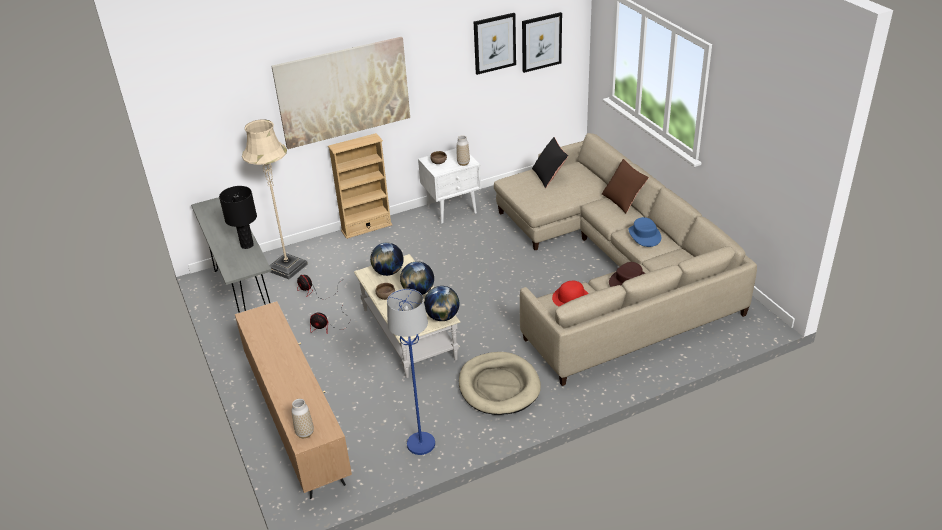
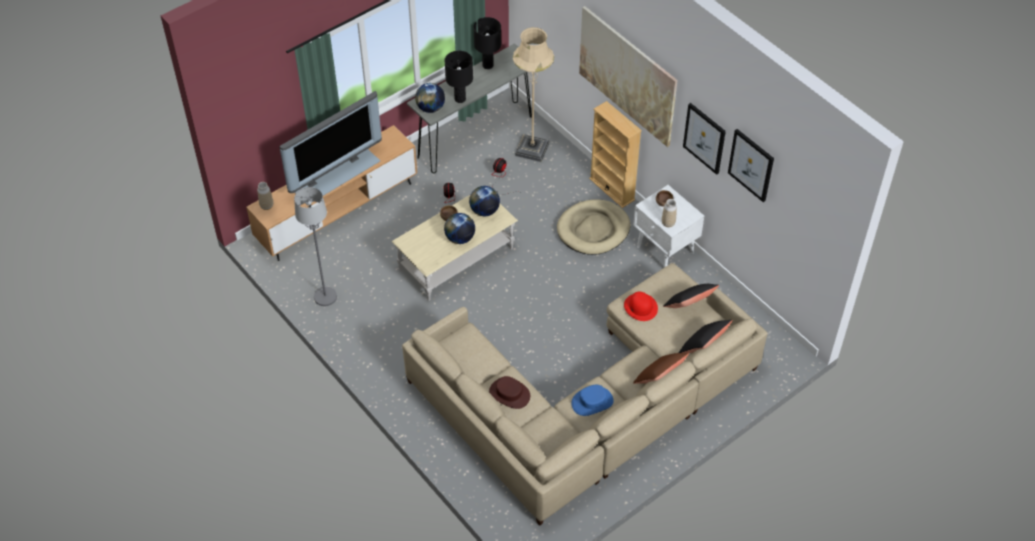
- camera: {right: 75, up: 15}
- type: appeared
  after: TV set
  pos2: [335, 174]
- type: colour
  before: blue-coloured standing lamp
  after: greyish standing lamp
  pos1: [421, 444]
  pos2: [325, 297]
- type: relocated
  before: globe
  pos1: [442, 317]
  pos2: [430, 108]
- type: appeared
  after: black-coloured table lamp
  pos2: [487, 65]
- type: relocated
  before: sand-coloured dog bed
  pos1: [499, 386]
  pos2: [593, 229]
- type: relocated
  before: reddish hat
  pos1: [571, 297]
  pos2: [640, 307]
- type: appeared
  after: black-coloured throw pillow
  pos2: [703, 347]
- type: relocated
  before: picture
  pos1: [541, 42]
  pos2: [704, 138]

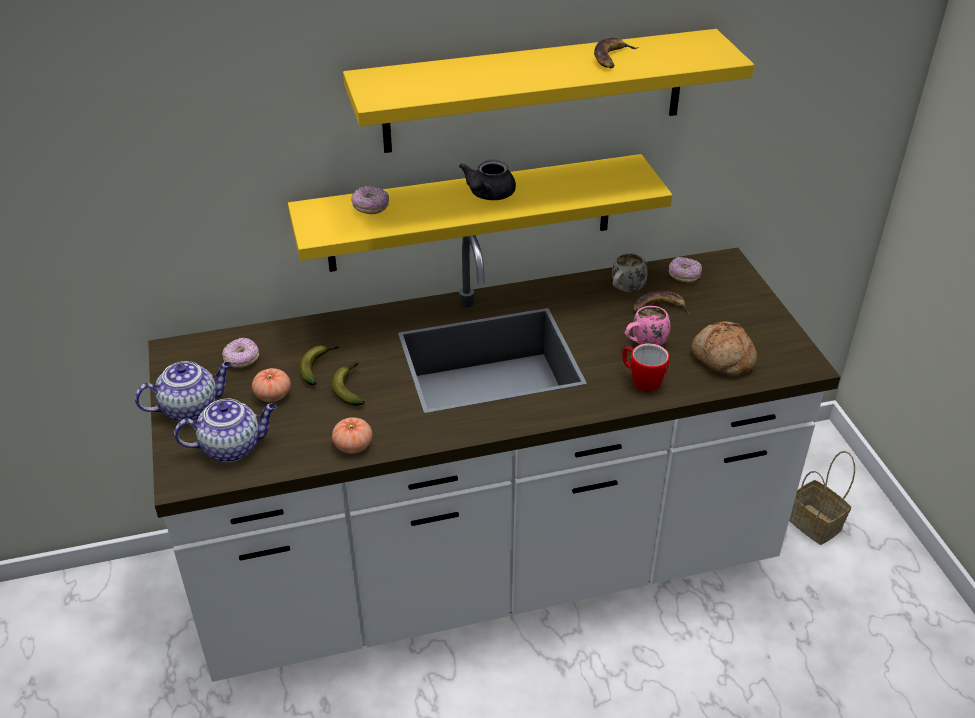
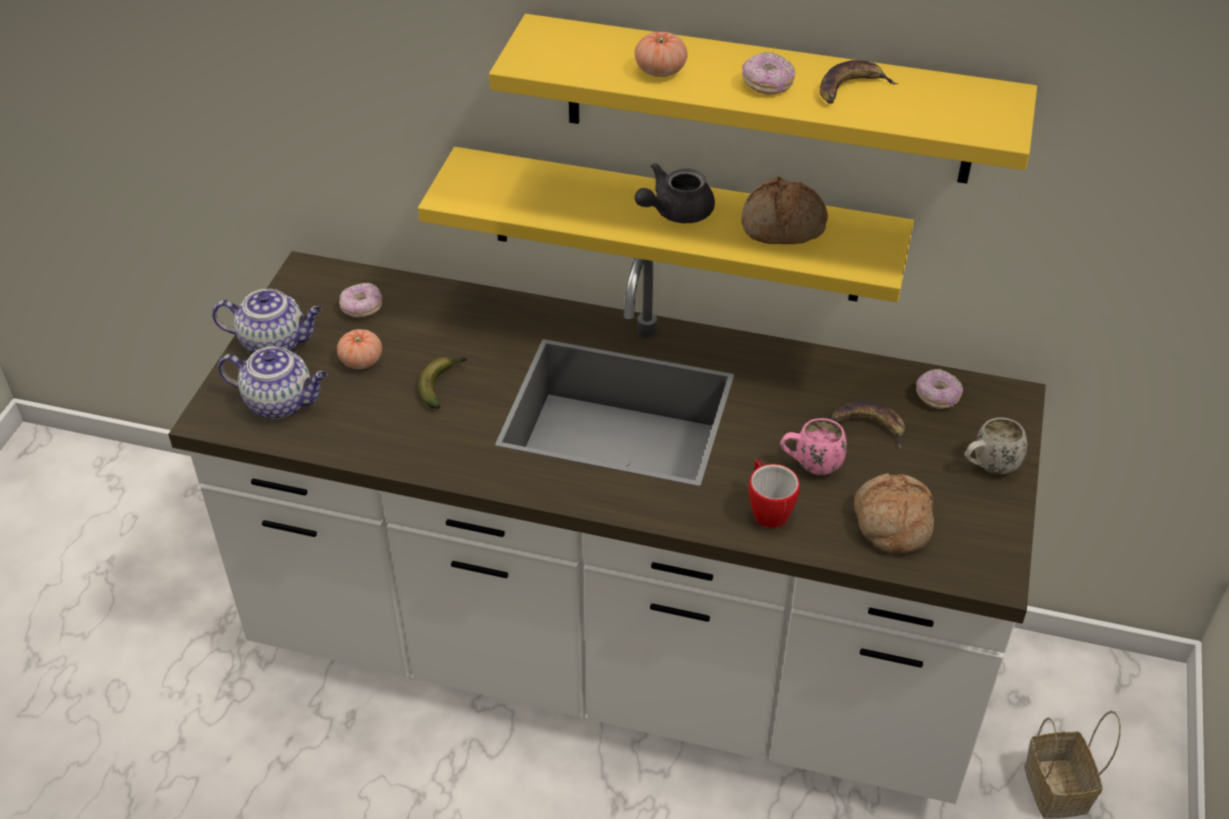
- camera: {right: 30, up: 5}
- type: relocated
  before: fresh tomato
  pos1: [353, 445]
  pos2: [660, 70]
- type: appeared
  after: bakery bread
  pos2: [782, 227]
- type: relocated
  before: doughnut
  pos1: [370, 208]
  pos2: [767, 85]
- type: relocated
  before: white coffee mug
  pos1: [625, 290]
  pos2: [989, 466]
- type: missing
  before: whole banana
  pos1: [319, 367]

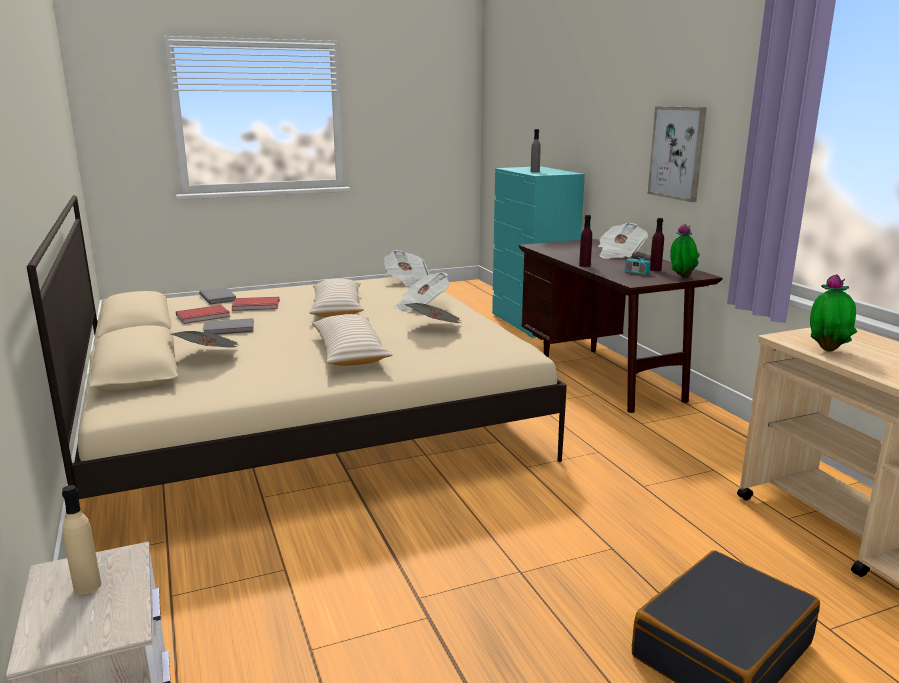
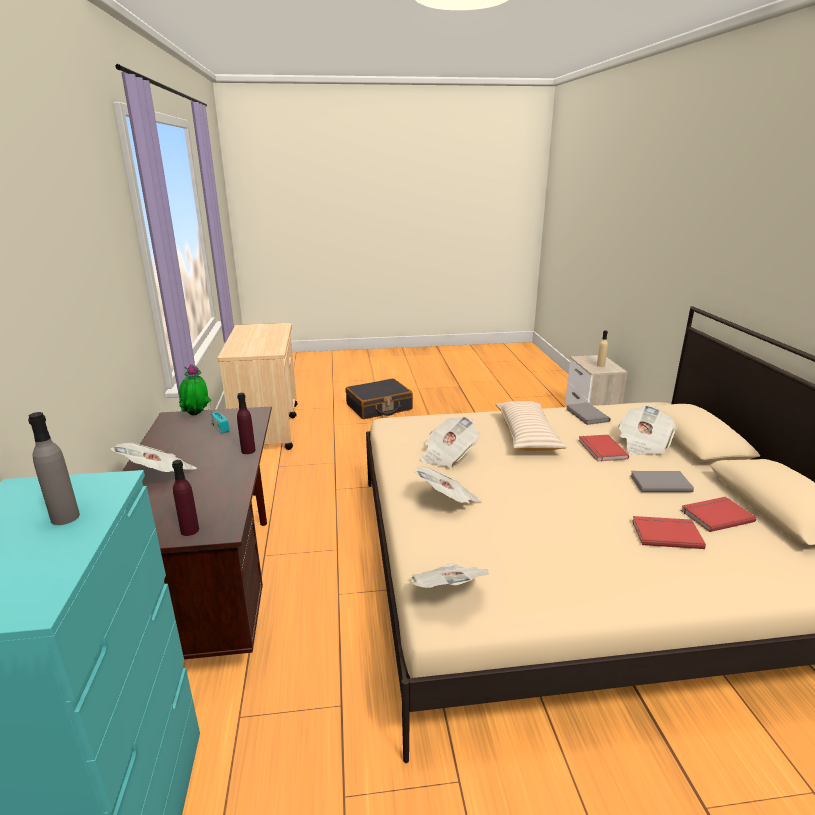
- camera: {right: -165, up: 5}
- type: relocated
  before: purple-coloured drink bottle
  pos1: [655, 270]
  pos2: [190, 530]
- type: relocated
  before: greyish volume
  pos1: [219, 297]
  pos2: [586, 415]
- type: appeared
  after: reddish volume
  pos2: [601, 450]
- type: missing
  before: sand-coloured throw pillow
  pos1: [337, 309]
- type: missing
  before: picture
  pos1: [677, 153]
- type: missing
  before: potted plant
  pos1: [827, 349]

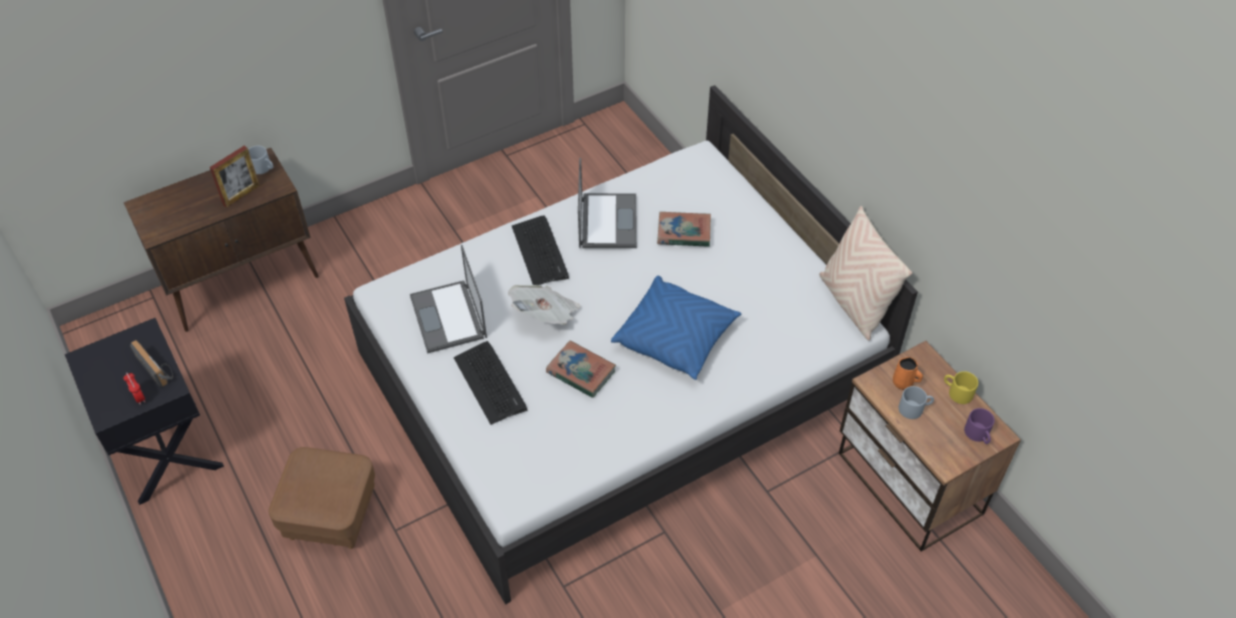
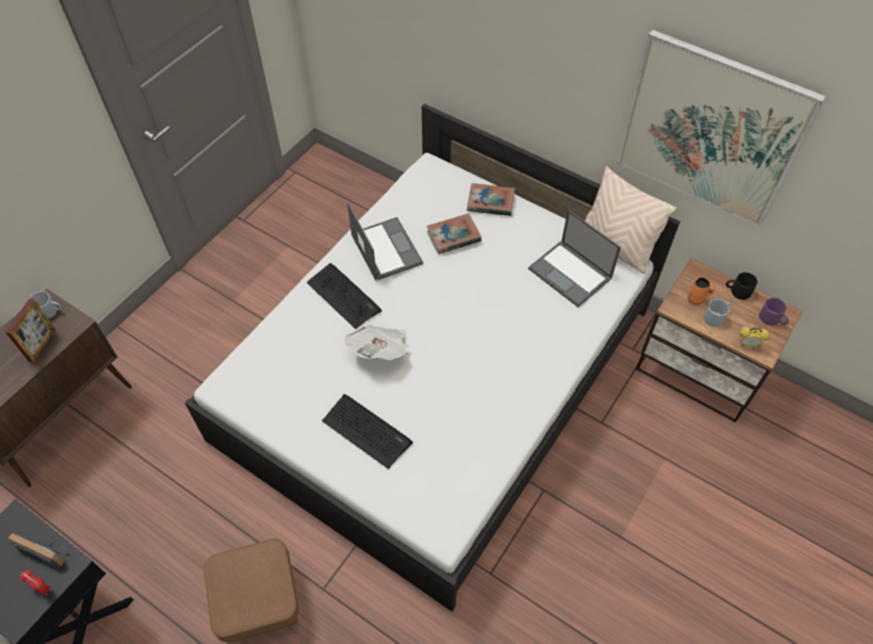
- camera: {right: -25, up: 5}
- type: relocated
  before: volume
  pos1: [581, 372]
  pos2: [490, 202]
- type: relocated
  before: notebook computer
  pos1: [449, 317]
  pos2: [571, 274]
- type: appeared
  after: picture
  pos2: [710, 130]
- type: colour
  before: yellow coffee mug
  after: black-coloured coffee mug
  pos1: [956, 392]
  pos2: [737, 291]
- type: appeared
  after: alarm clock
  pos2: [747, 345]
- type: missing
  before: blue-coloured throw pillow
  pos1: [675, 338]

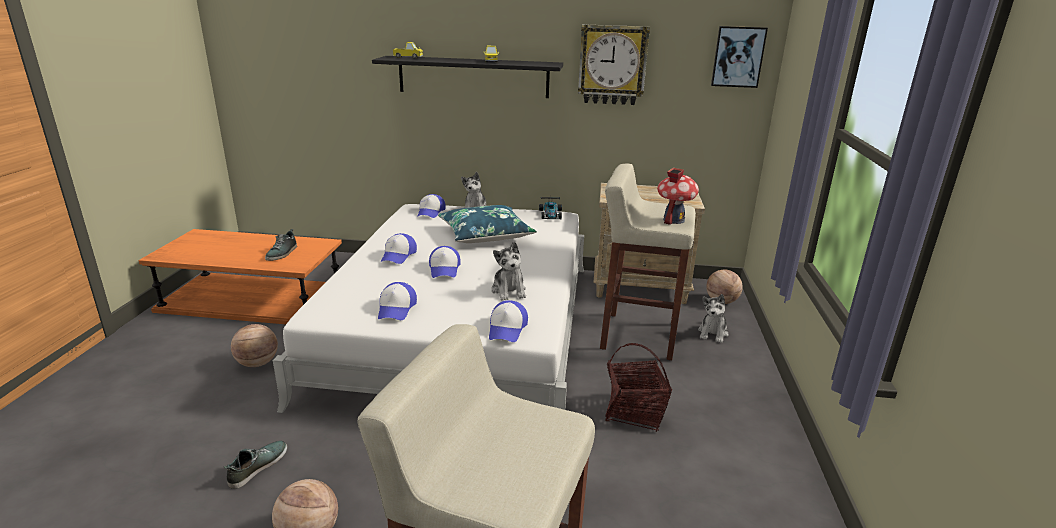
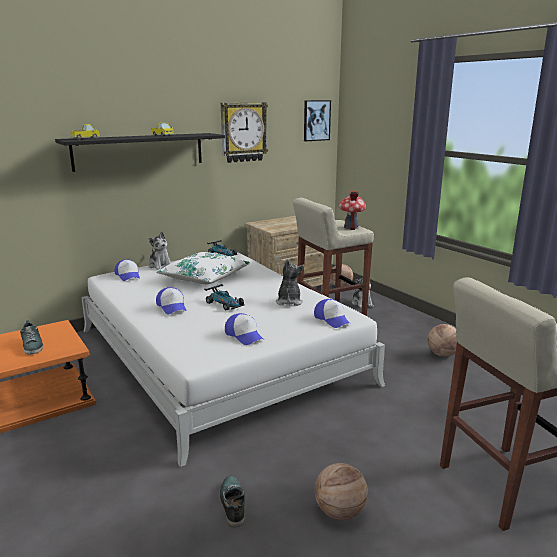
- camera: {right: -40, up: -5}
- type: colour
  before: blue-coloured throw pillow
  after: white throw pillow
  pos1: [485, 235]
  pos2: [204, 277]
- type: exchanged
  before: baseball cap
  after: model car
  pos1: [444, 269]
  pos2: [225, 303]
- type: spun
  before: plush toy
  pos1: [509, 291]
  pos2: [289, 301]
  turn: -120
- type: relocated
  before: ball for basketball
  pos1: [257, 363]
  pos2: [442, 354]
- type: missing
  before: household basket
  pos1: [634, 412]

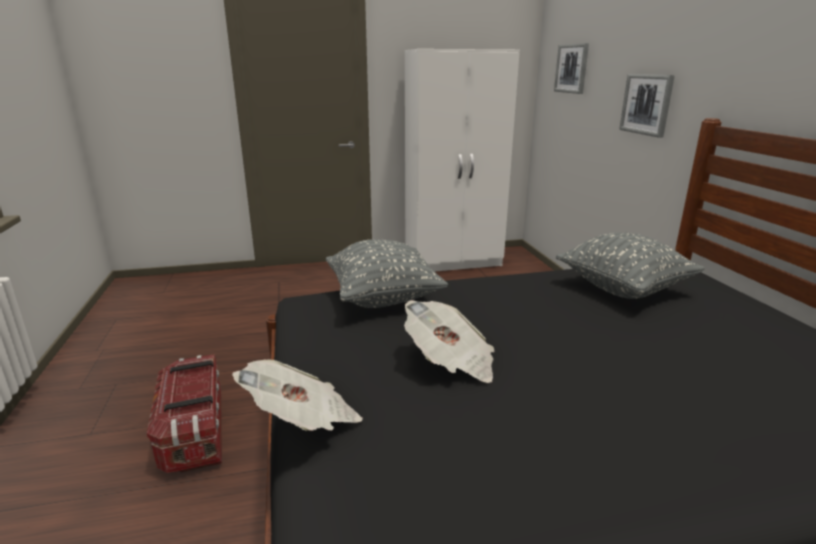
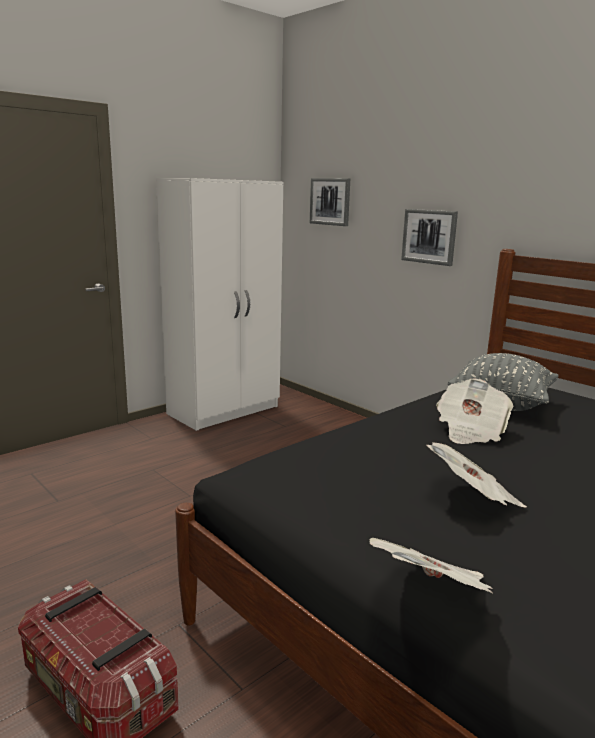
- camera: {right: -30, up: -5}
- type: appeared
  after: daily paper
  pos2: [470, 431]
- type: missing
  before: greyish throw pillow
  pos1: [383, 298]

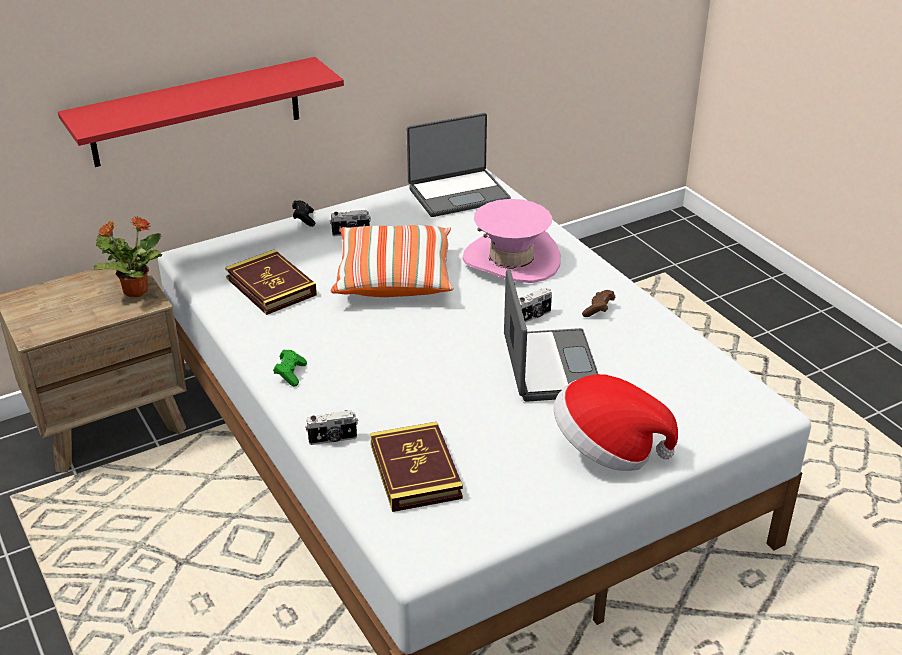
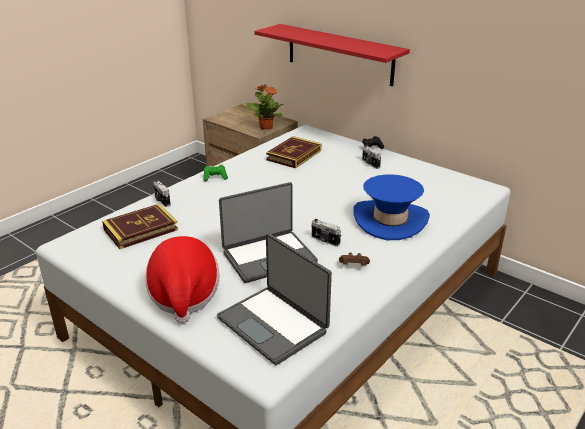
- camera: {right: 70, up: -5}
- type: relocated
  before: notebook computer
  pos1: [458, 194]
  pos2: [274, 324]
- type: colour
  before: pinkish hat
  after: blue-coloured hat
  pos1: [511, 260]
  pos2: [390, 220]
- type: missing
  before: throw pillow
  pos1: [393, 277]

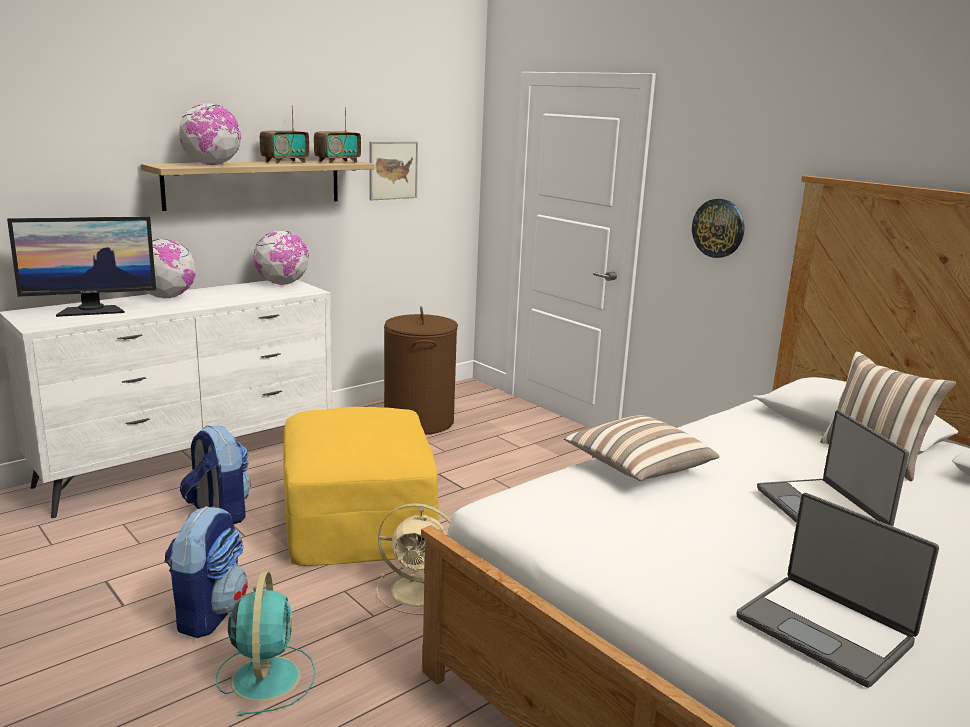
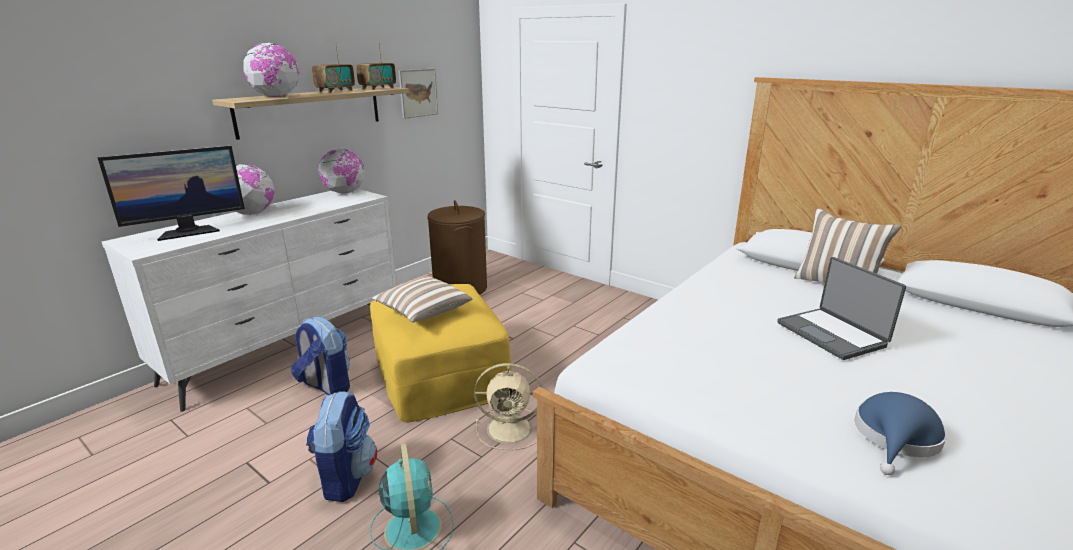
- camera: {right: -10, up: 5}
- type: relocated
  before: throw pillow
  pos1: [637, 468]
  pos2: [423, 312]
- type: exchanged
  before: notebook computer
  after: blue-coloured hat
  pos1: [826, 629]
  pos2: [896, 438]
- type: missing
  before: clock on the wall
  pos1: [718, 228]

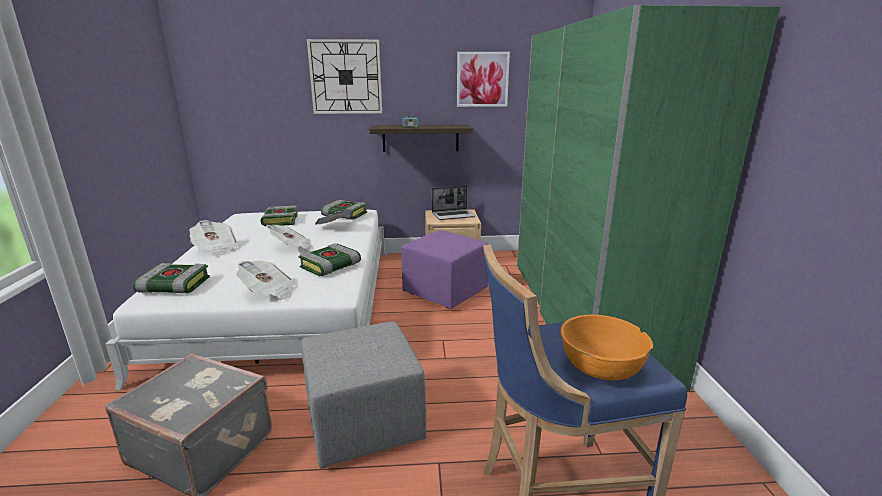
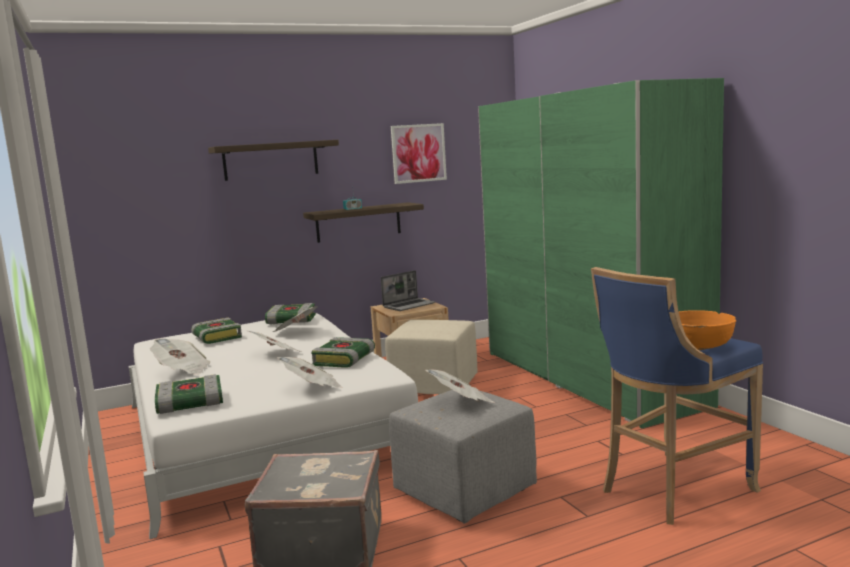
- camera: {right: -20, up: -10}
- type: exchanged
  before: clock on the wall
  after: wall shelf
  pos1: [345, 77]
  pos2: [271, 160]
- type: colour
  before: purple-coloured footrest
  after: sand-coloured footrest
  pos1: [446, 292]
  pos2: [436, 386]
- type: appeared
  after: daily paper
  pos2: [461, 402]

